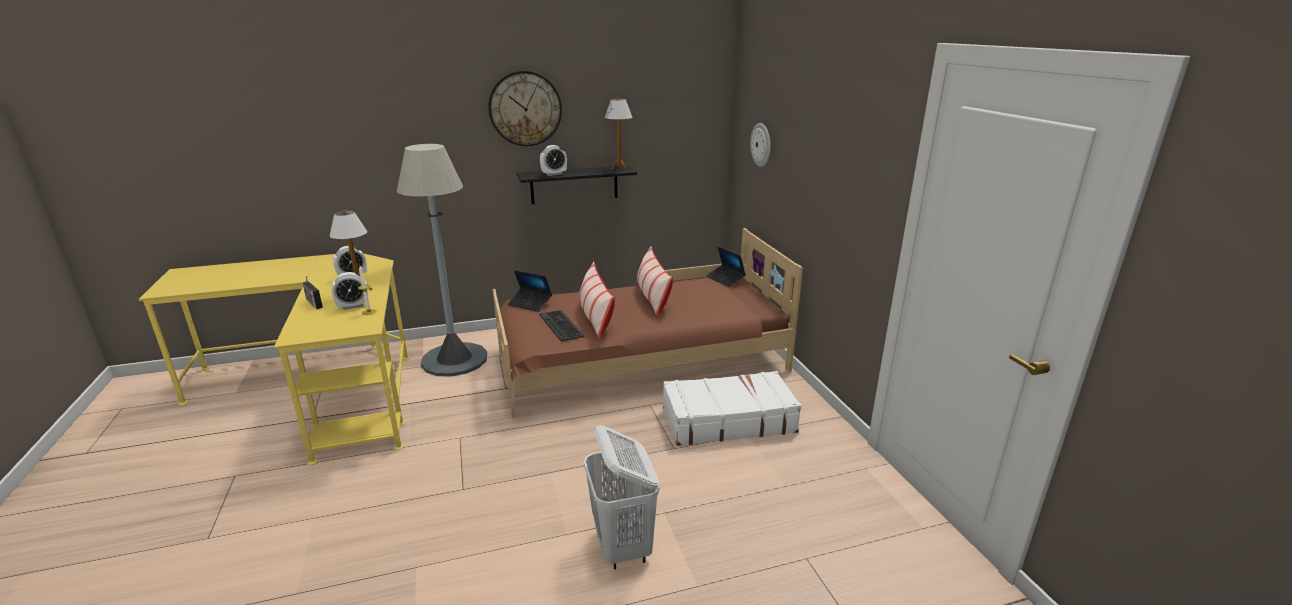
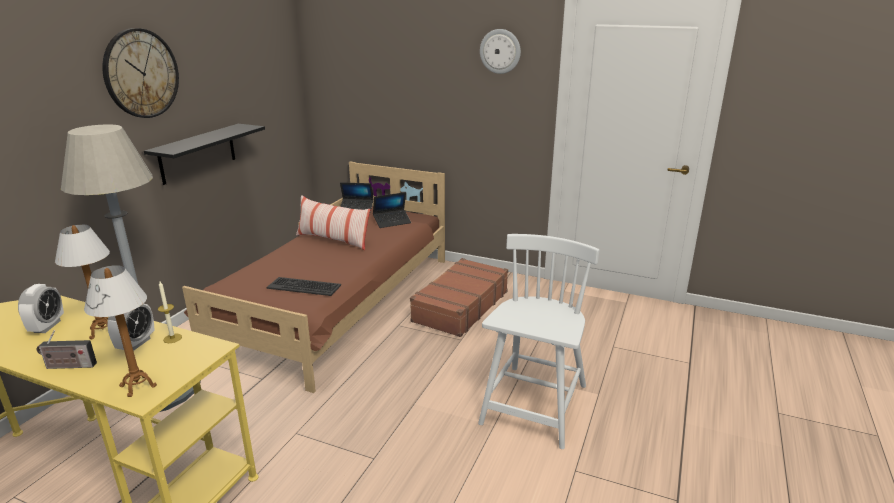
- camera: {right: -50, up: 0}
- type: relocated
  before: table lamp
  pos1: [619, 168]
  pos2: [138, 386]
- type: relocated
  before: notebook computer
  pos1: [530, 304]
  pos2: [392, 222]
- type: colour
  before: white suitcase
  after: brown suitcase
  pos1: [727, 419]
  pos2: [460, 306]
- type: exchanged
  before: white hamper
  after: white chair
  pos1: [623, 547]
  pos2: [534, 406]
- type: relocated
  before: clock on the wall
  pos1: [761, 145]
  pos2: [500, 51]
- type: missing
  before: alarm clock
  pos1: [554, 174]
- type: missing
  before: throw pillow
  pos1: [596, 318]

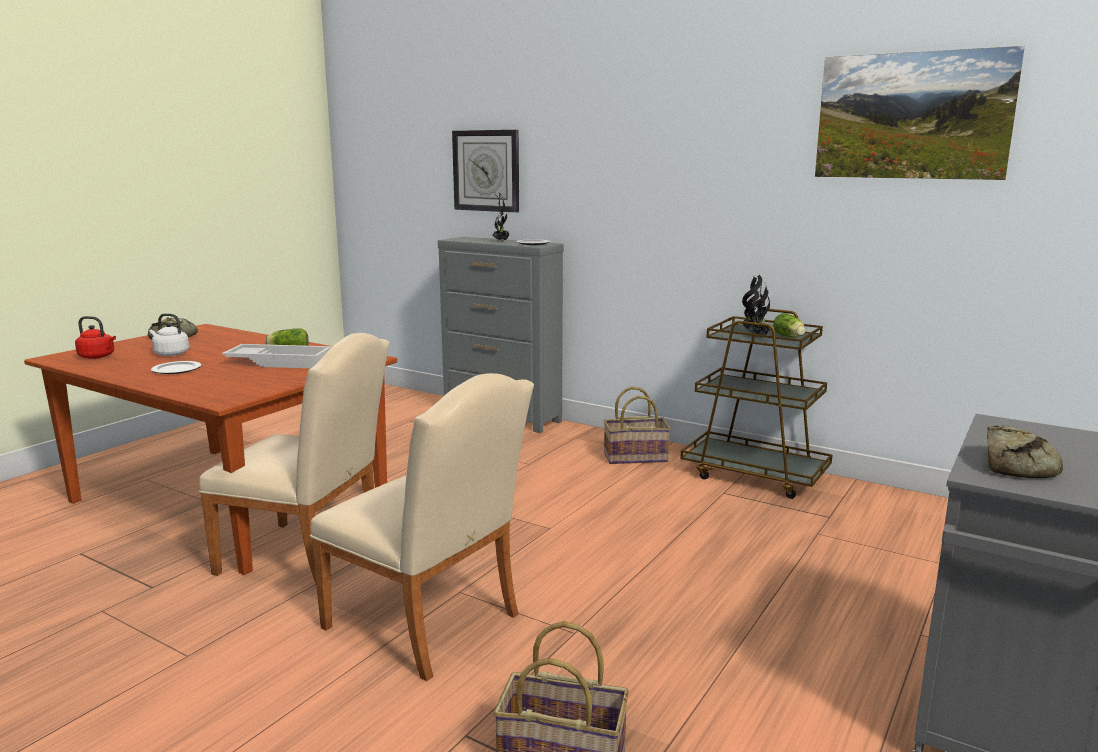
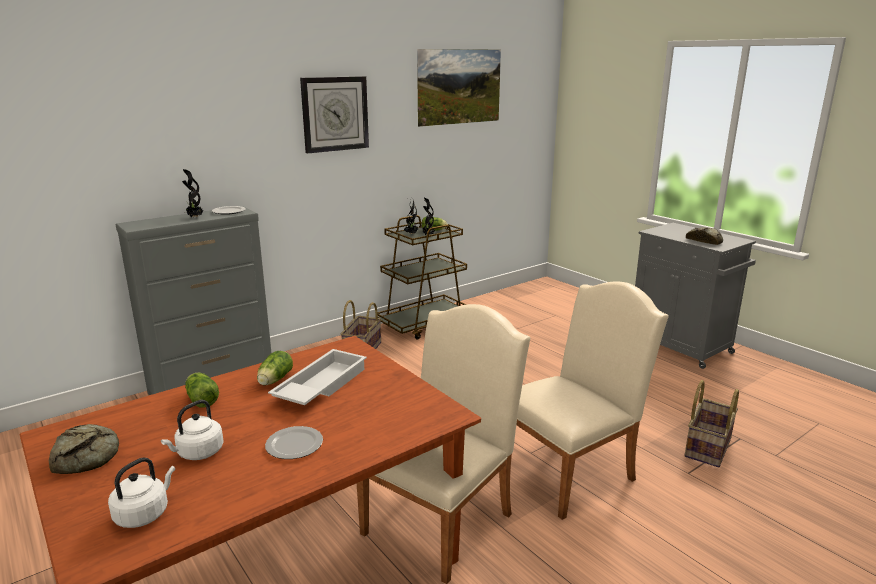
- camera: {right: -70, up: 5}
- type: colour
  before: reddish water kettle
  after: white water kettle
  pos1: [98, 357]
  pos2: [144, 514]
- type: appeared
  after: head of lettuce
  pos2: [201, 399]
- type: relocated
  before: clock on the wall
  pos1: [486, 171]
  pos2: [335, 114]

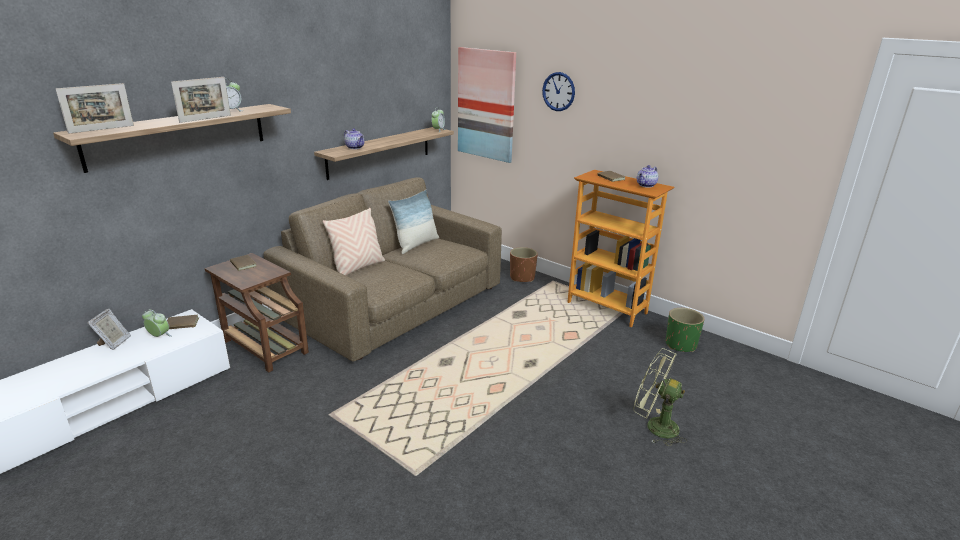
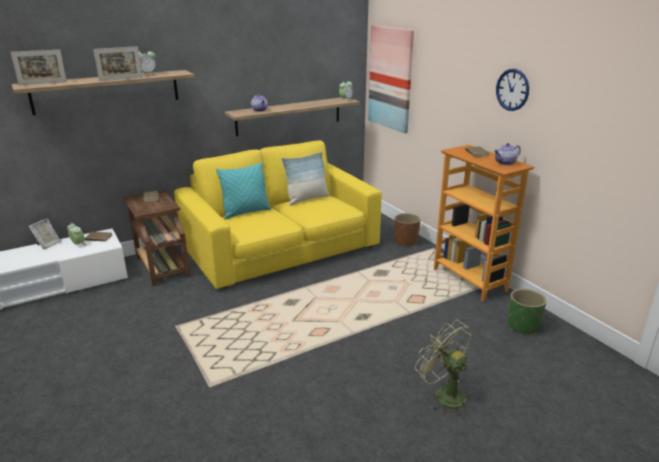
- camera: {right: 20, up: 0}
- type: colour
  before: brown couch
  after: yellow couch
  pos1: [394, 302]
  pos2: [281, 247]
- type: colour
  before: sand-coloured throw pillow
  after: turquoise-coloured throw pillow
  pos1: [357, 268]
  pos2: [246, 212]
- type: relocated
  before: clock on the wall
  pos1: [558, 91]
  pos2: [512, 89]

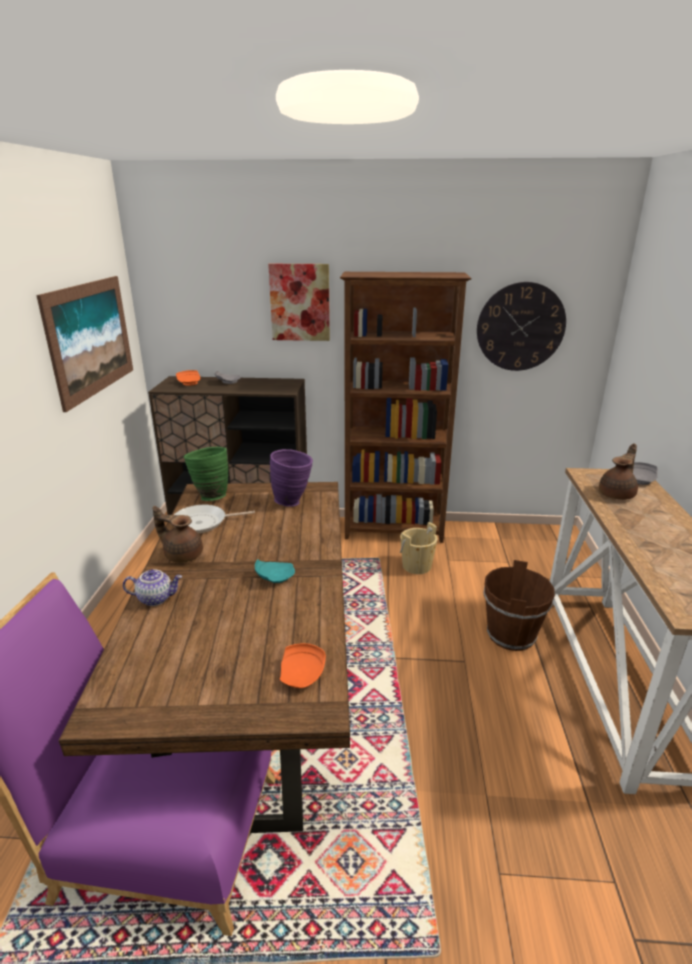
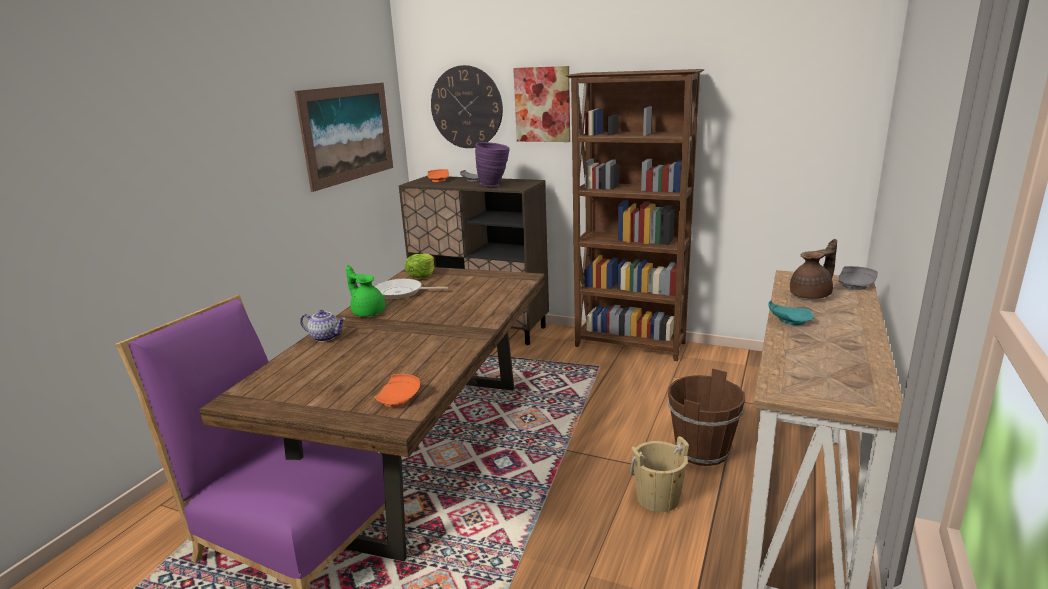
- camera: {right: 20, up: -5}
- type: colour
  before: brown teapot
  after: green teapot
  pos1: [182, 554]
  pos2: [368, 312]
- type: exchanged
  before: green flower vase
  after: head of lettuce
  pos1: [210, 496]
  pos2: [421, 275]
- type: relocated
  before: clock on the wall
  pos1: [520, 327]
  pos2: [466, 107]
- type: relocated
  before: purple-coloured flower vase
  pos1: [293, 502]
  pos2: [494, 185]
- type: relocated
  before: sand-coloured water bucket
  pos1: [417, 566]
  pos2: [658, 498]
- type: relocated
  before: turquoise-coloured flat dish
  pos1: [274, 577]
  pos2: [788, 321]

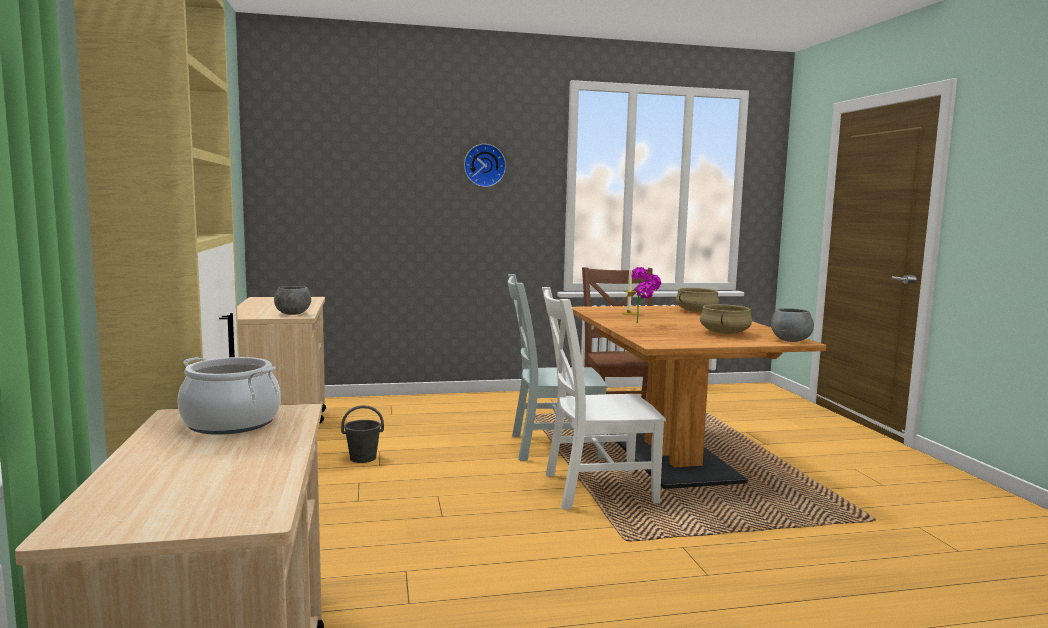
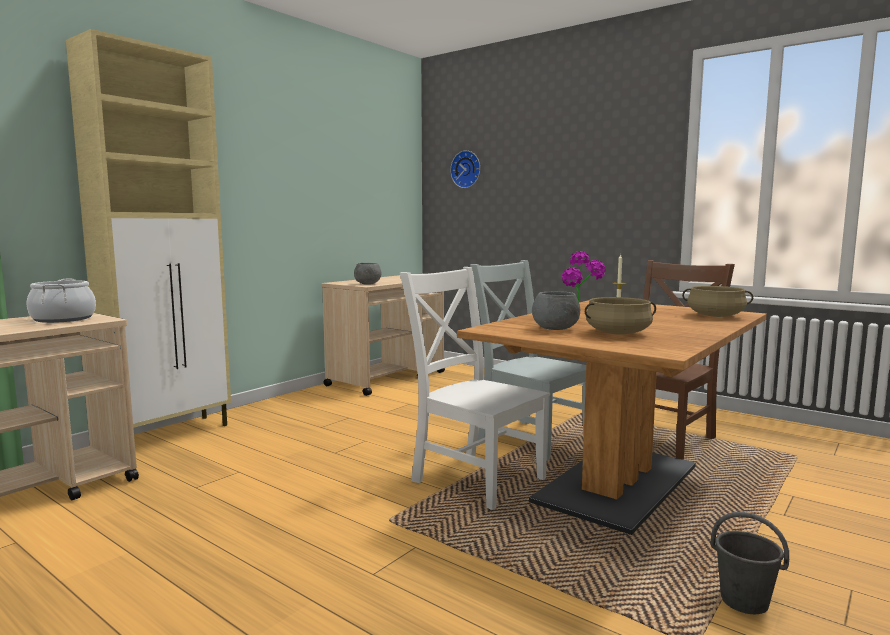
- camera: {right: 50, up: 0}
- type: relocated
  before: clock on the wall
  pos1: [484, 165]
  pos2: [466, 169]
- type: relocated
  before: greyish bowl
  pos1: [791, 340]
  pos2: [556, 329]
- type: relocated
  before: greyish water bucket
  pos1: [363, 458]
  pos2: [745, 601]

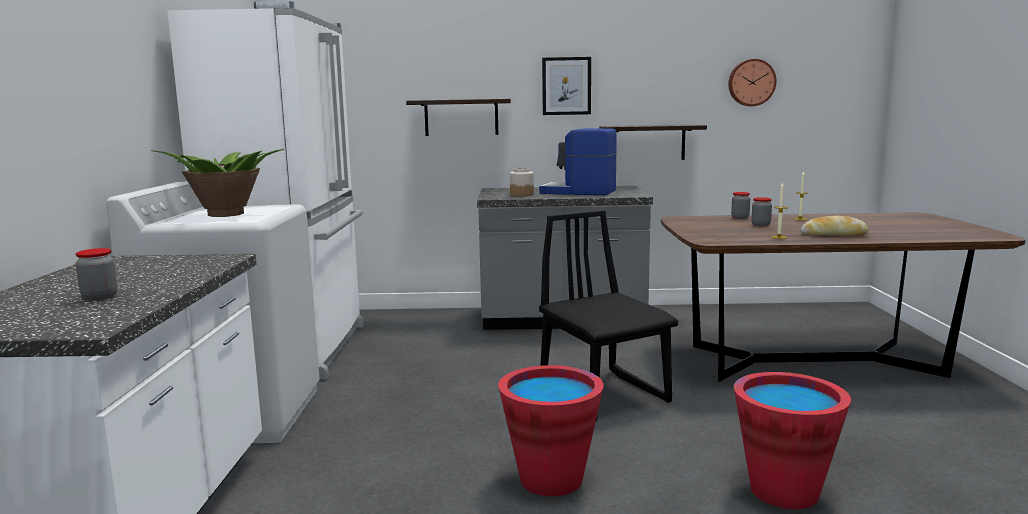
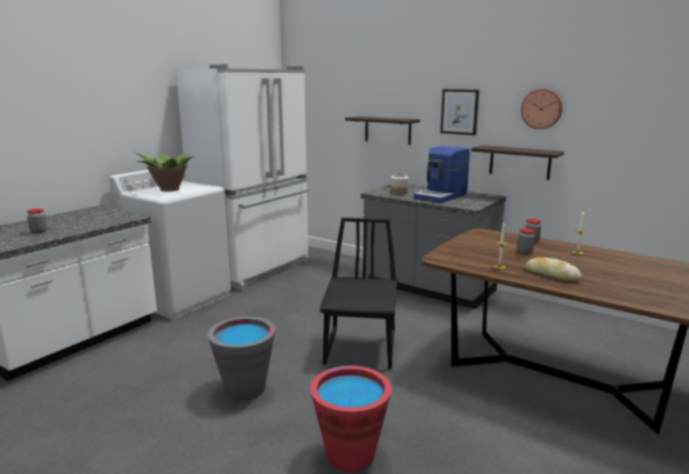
- camera: {right: 35, up: 5}
- type: colour
  before: reddish water bucket
  after: greyish water bucket
  pos1: [551, 480]
  pos2: [245, 389]
- type: spun
  before: coffee maker
  pos1: [578, 192]
  pos2: [442, 196]
  turn: -105
- type: relocated
  before: clock on the wall
  pos1: [751, 82]
  pos2: [542, 109]

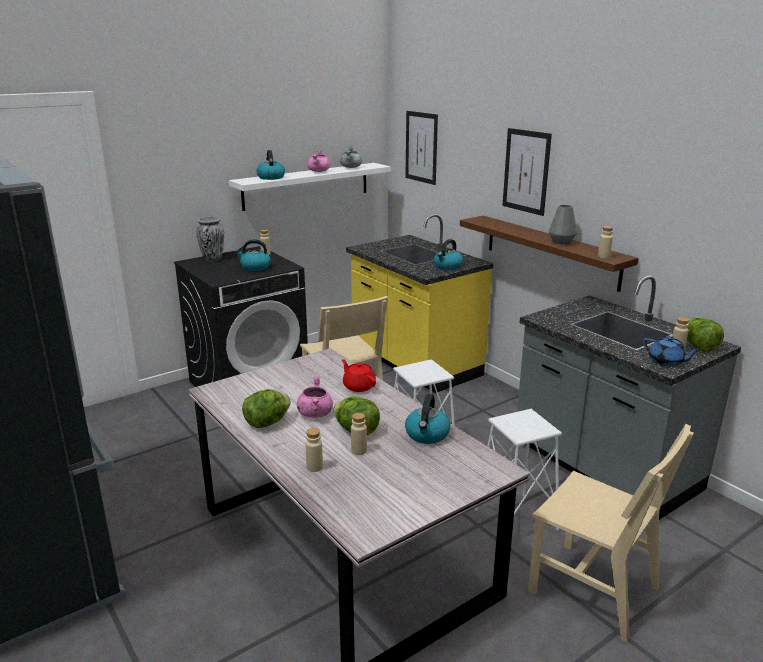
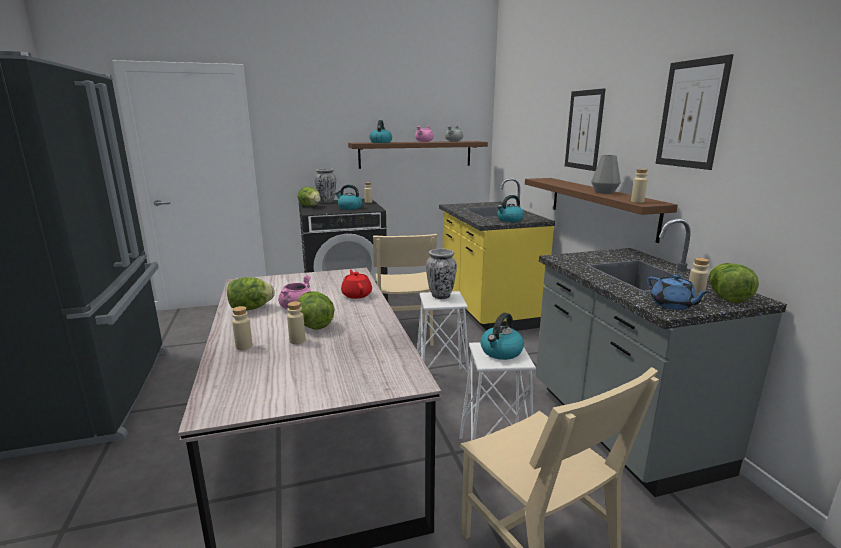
- camera: {right: 20, up: -5}
- type: appeared
  after: head of lettuce
  pos2: [310, 206]
- type: colour
  before: white wall shelf
  after: brown wall shelf
  pos1: [306, 186]
  pos2: [415, 154]
- type: appeared
  after: flower vase
  pos2: [441, 296]
- type: relocated
  before: water kettle
  pos1: [427, 435]
  pos2: [501, 352]
- type: relocated
  before: picture
  pos1: [421, 147]
  pos2: [691, 114]

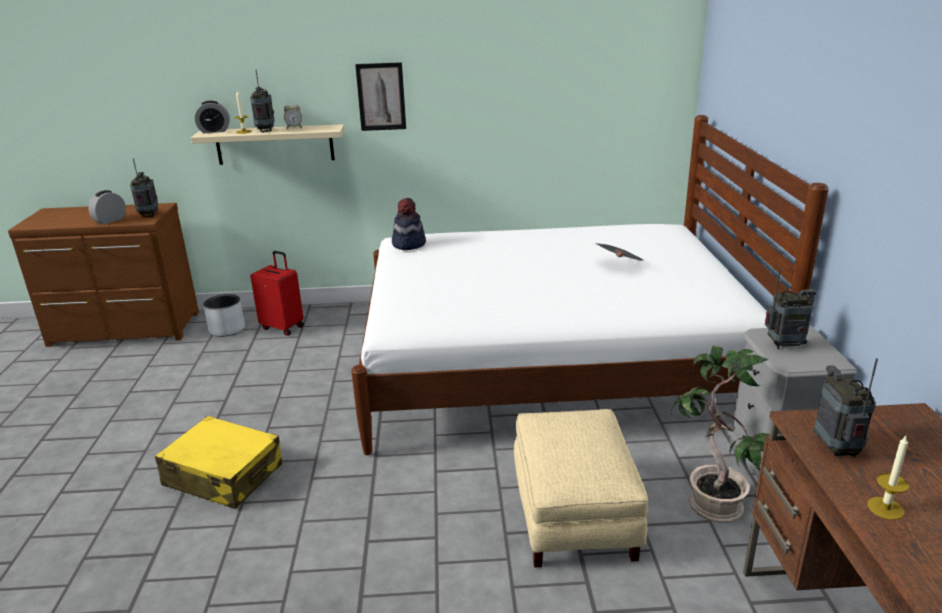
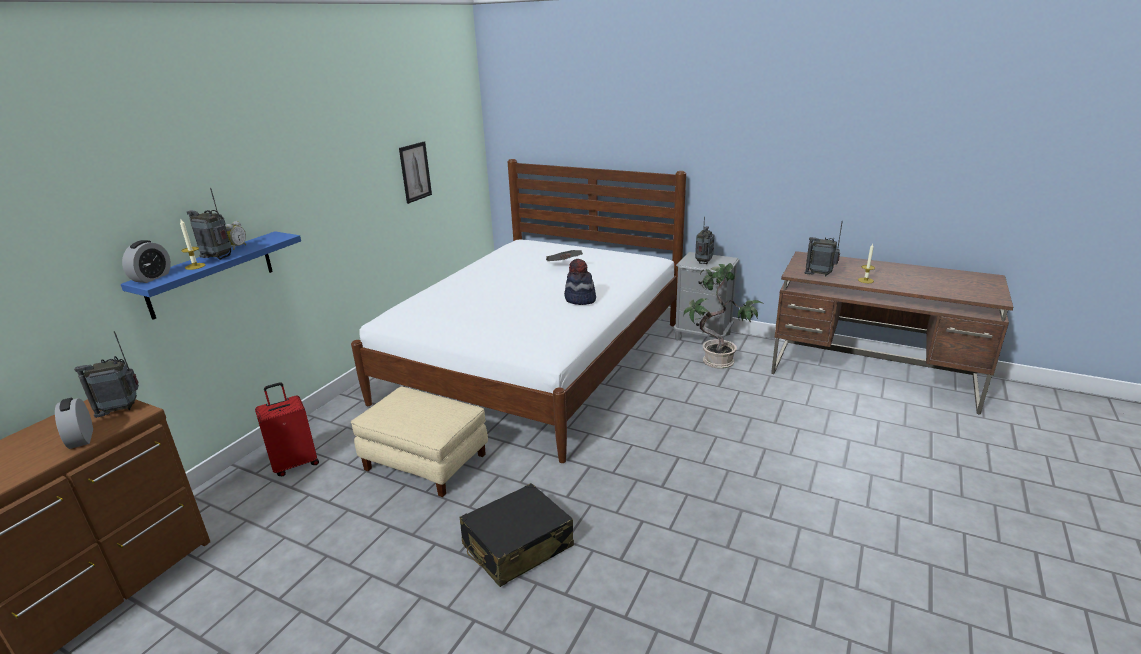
- camera: {right: -60, up: 0}
- type: spun
  before: radio set
  pos1: [149, 215]
  pos2: [121, 410]
  turn: -45
- type: colour
  before: sand-coloured wall shelf
  after: blue-coloured wall shelf
  pos1: [275, 144]
  pos2: [211, 274]
- type: relocated
  before: sand-coloured footrest
  pos1: [575, 515]
  pos2: [426, 461]
- type: relocated
  before: picture
  pos1: [381, 97]
  pos2: [415, 172]
- type: colour
  before: yellow suitcase
  after: black-coloured suitcase
  pos1: [223, 475]
  pos2: [517, 546]
- type: relocated
  before: hat
  pos1: [408, 244]
  pos2: [580, 299]
- type: missing
  before: greyish planter
  pos1: [227, 329]

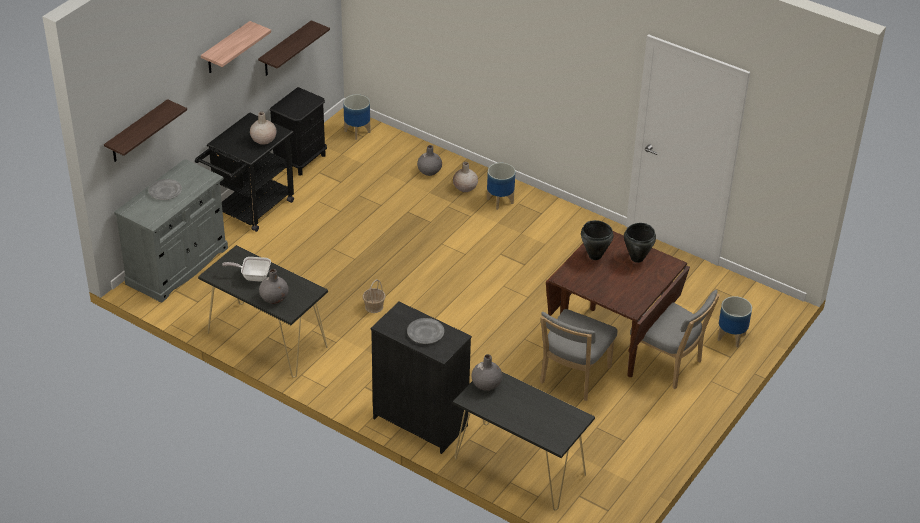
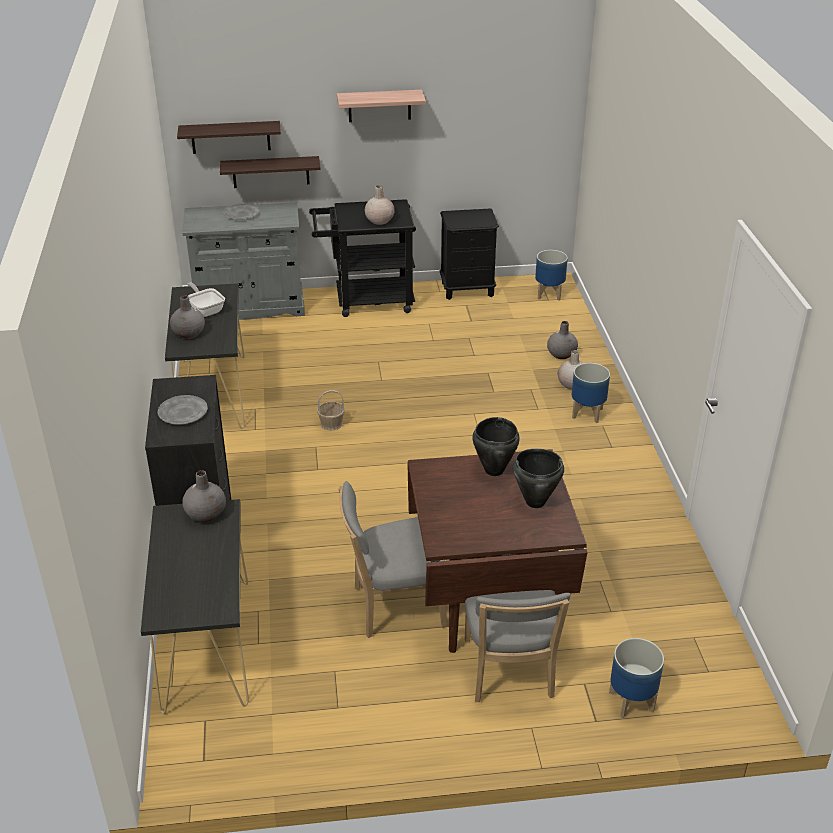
- camera: {right: 50, up: -5}
- type: relocated
  before: wall shelf
  pos1: [285, 49]
  pos2: [270, 172]

